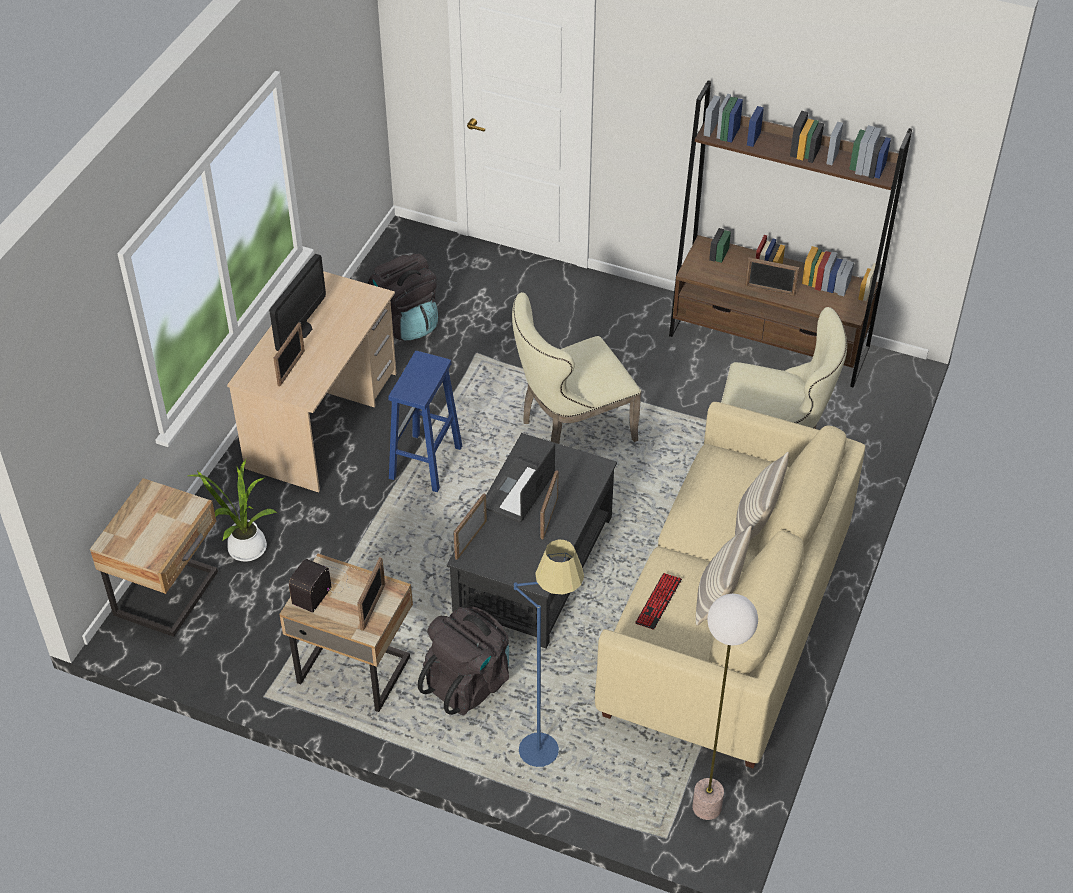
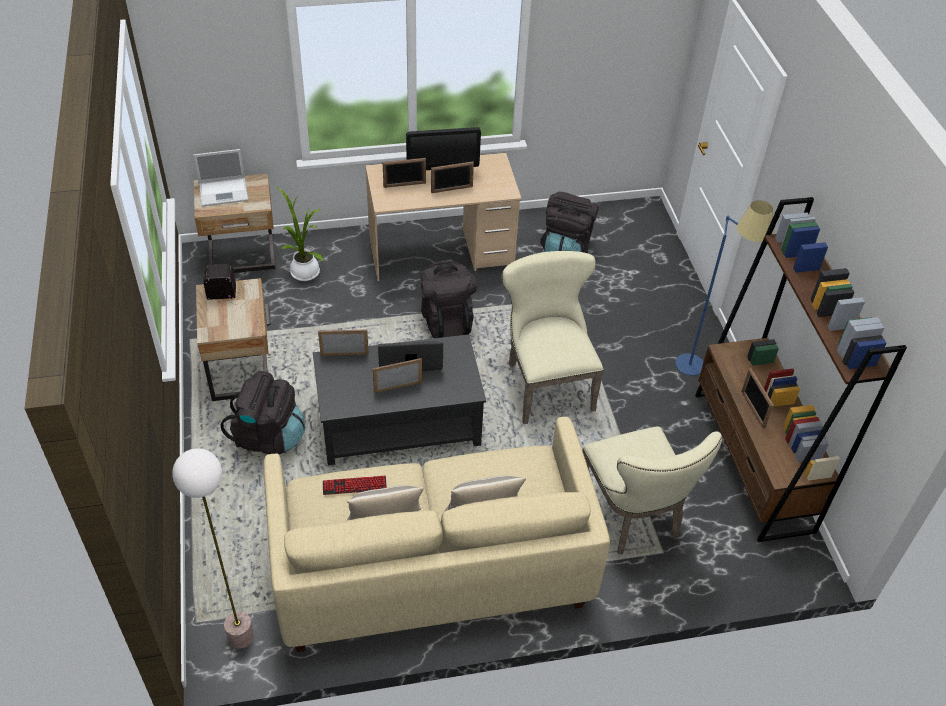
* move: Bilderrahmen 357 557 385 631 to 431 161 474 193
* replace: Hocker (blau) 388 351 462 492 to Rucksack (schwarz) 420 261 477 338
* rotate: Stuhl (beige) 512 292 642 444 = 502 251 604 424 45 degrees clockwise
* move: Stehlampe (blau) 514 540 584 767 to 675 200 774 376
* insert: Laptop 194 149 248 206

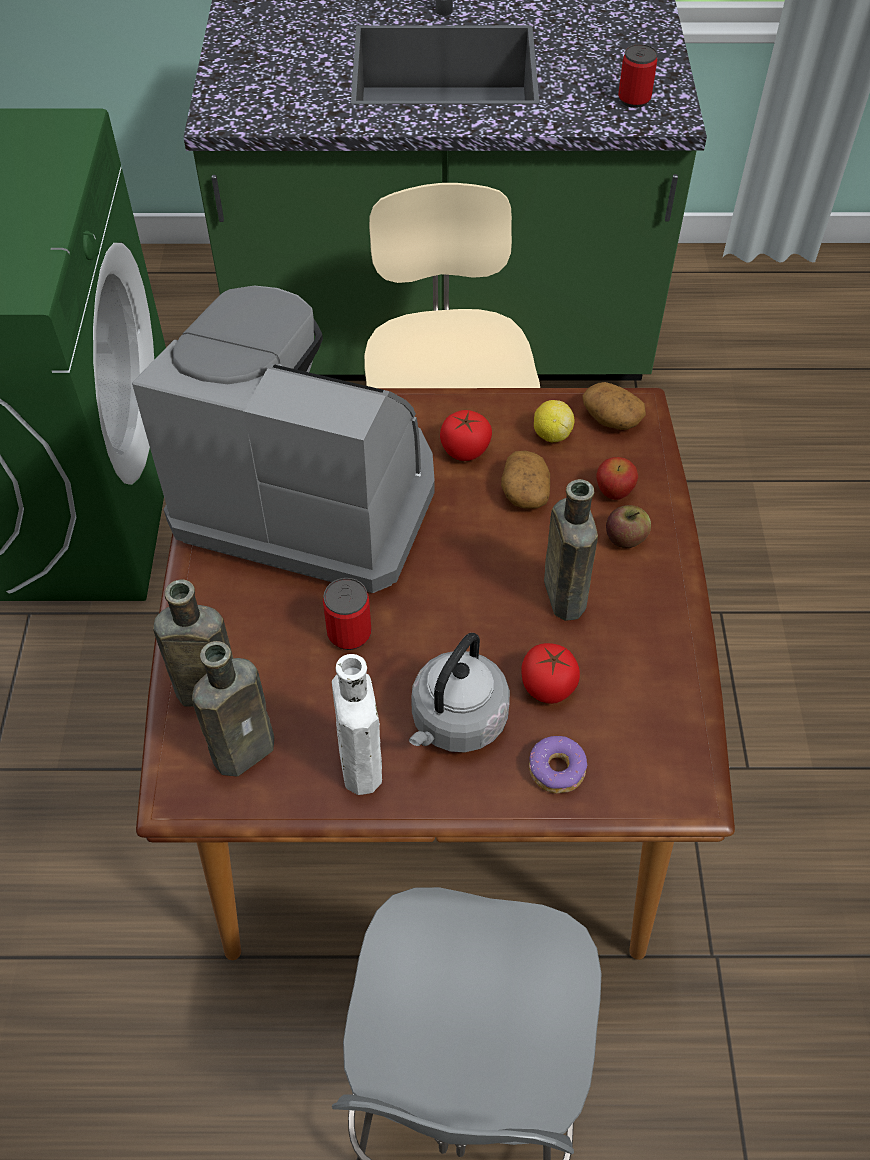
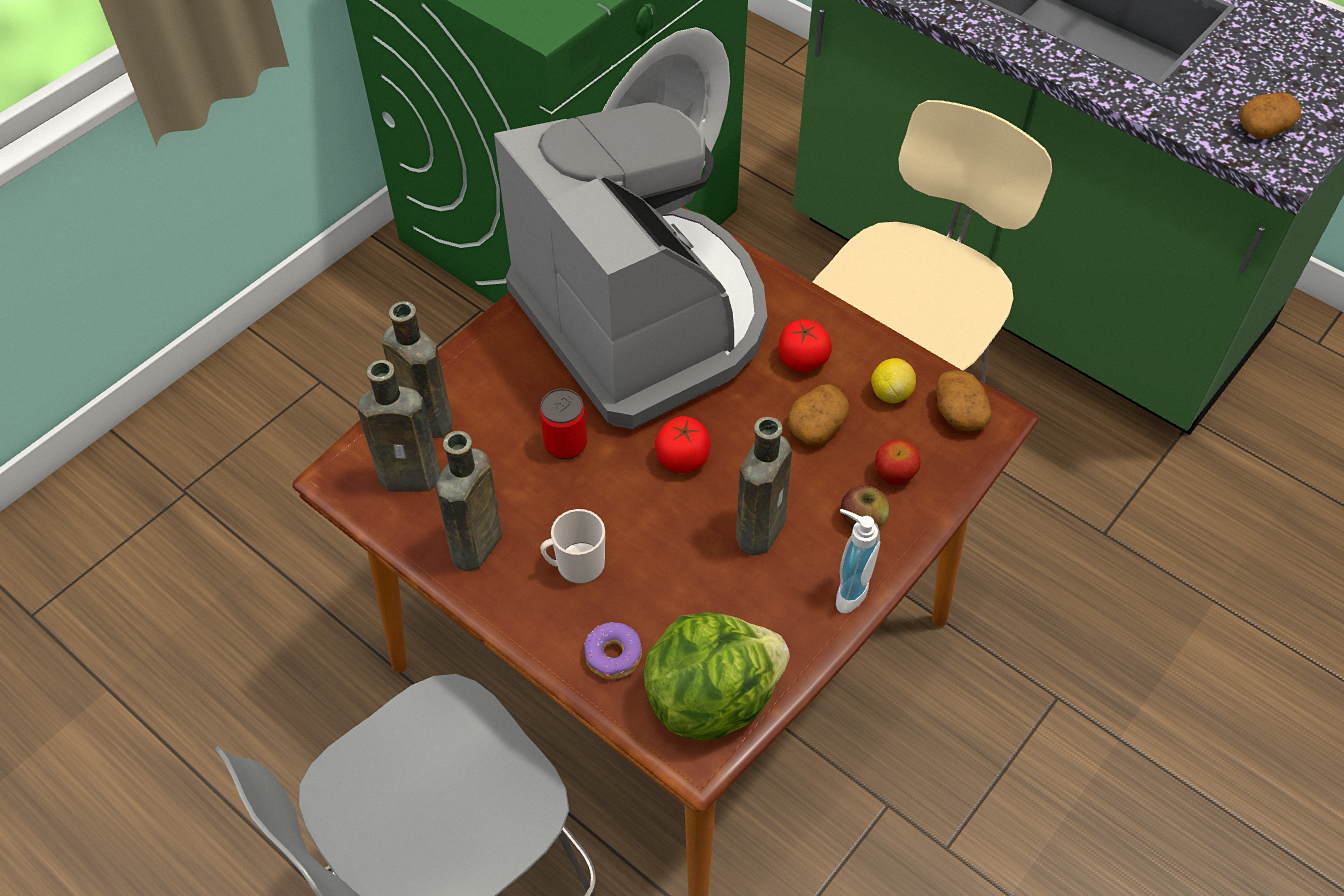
* recolor: Flasche (weiß) 332 654 382 795 to Flasche (braun) 435 431 502 571
* replace: Wasserkessel (grau) 409 633 510 752 to Henkelbecher 540 509 605 584
* move: Tomate 521 643 580 704 to 655 416 711 473
* replace: Dose 618 44 657 108 to Kartoffel 1239 92 1301 139
* insert: Salatkopf 643 612 790 741
* insert: Seifenspender 836 509 880 614

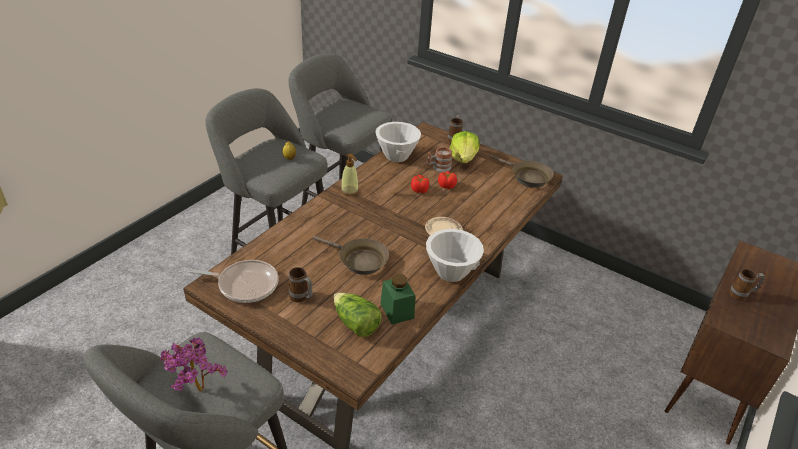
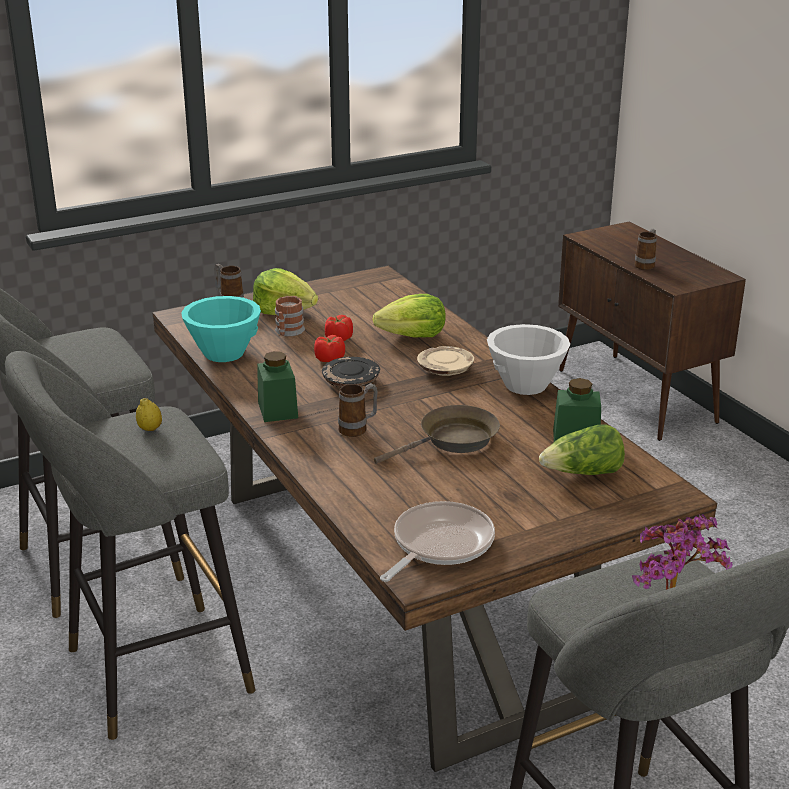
* move: Henkelbecher 289 267 312 302 to 338 383 378 437
* replace: Seifenspender 341 154 359 196 to Vorratsglas (grün) 257 351 298 422
* recolor: Schüssel (weiß) 375 122 421 162 to Schüssel (türkis) 181 296 261 362
* delete: Pfanne (braun) 489 155 553 188
* insert: Teller (schwarz) 322 357 380 387
* insert: Salatkopf 372 294 446 337

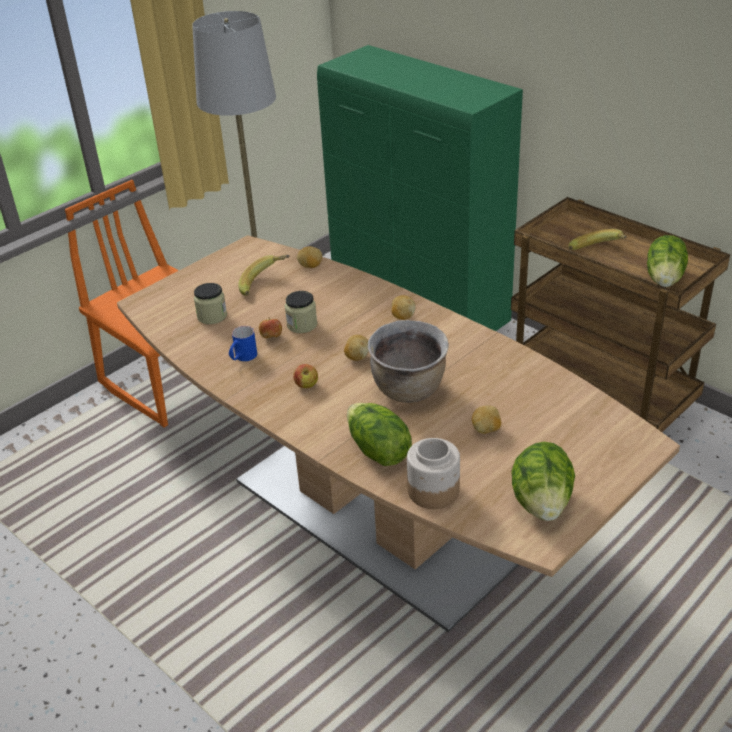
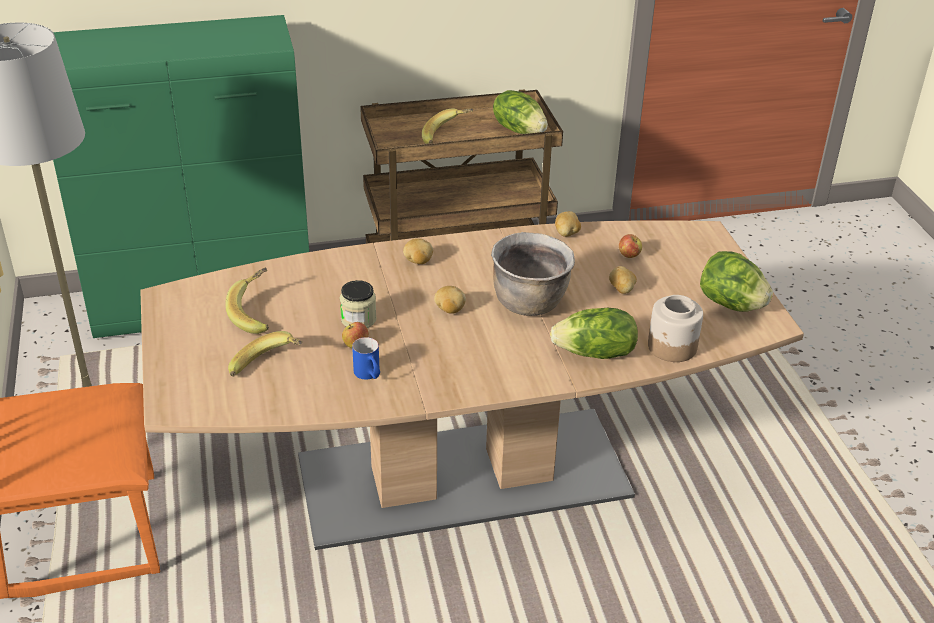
* replace: Vorratsglas 194 283 227 324 to Banane 228 331 302 377
* move: Apfel 293 364 318 388 to 619 234 642 258
* move: Kartoffel 297 246 322 268 to 555 211 581 237

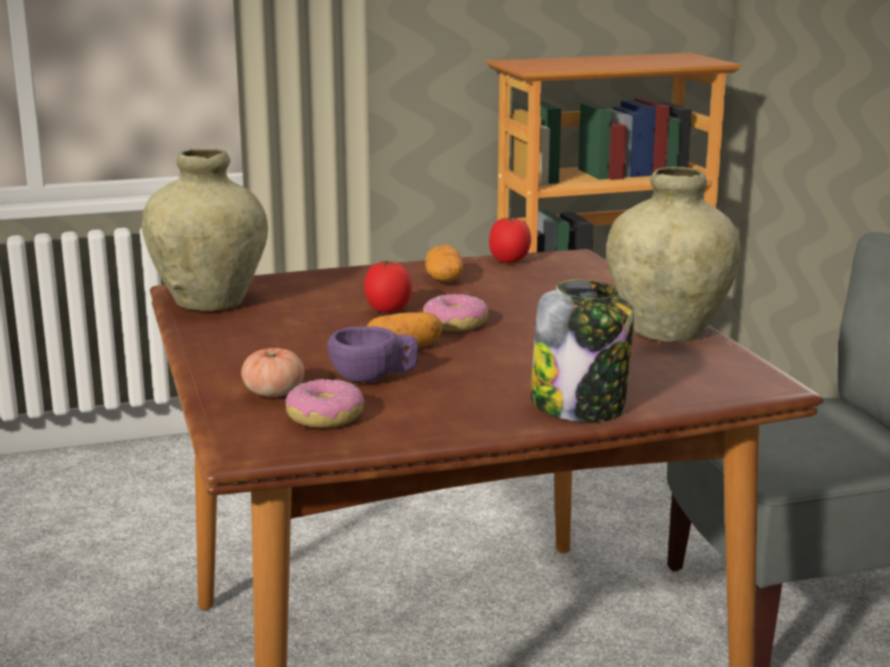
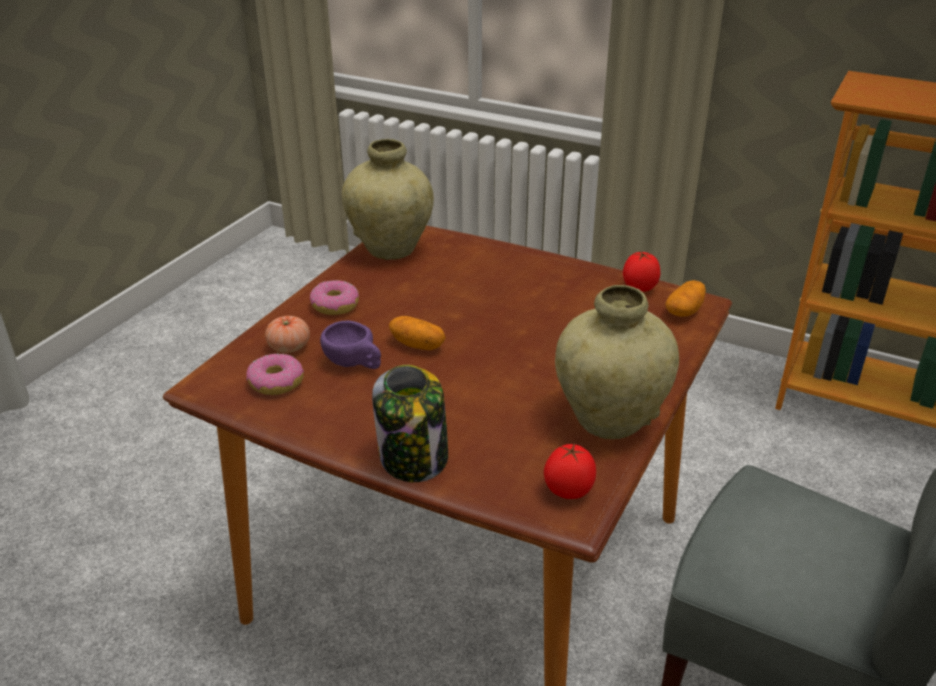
* move: Tomate 364 261 412 313 to 544 442 596 499
* move: Donut 423 294 488 331 to 310 280 359 315
* move: Kartoffel 425 245 463 282 to 665 280 706 317

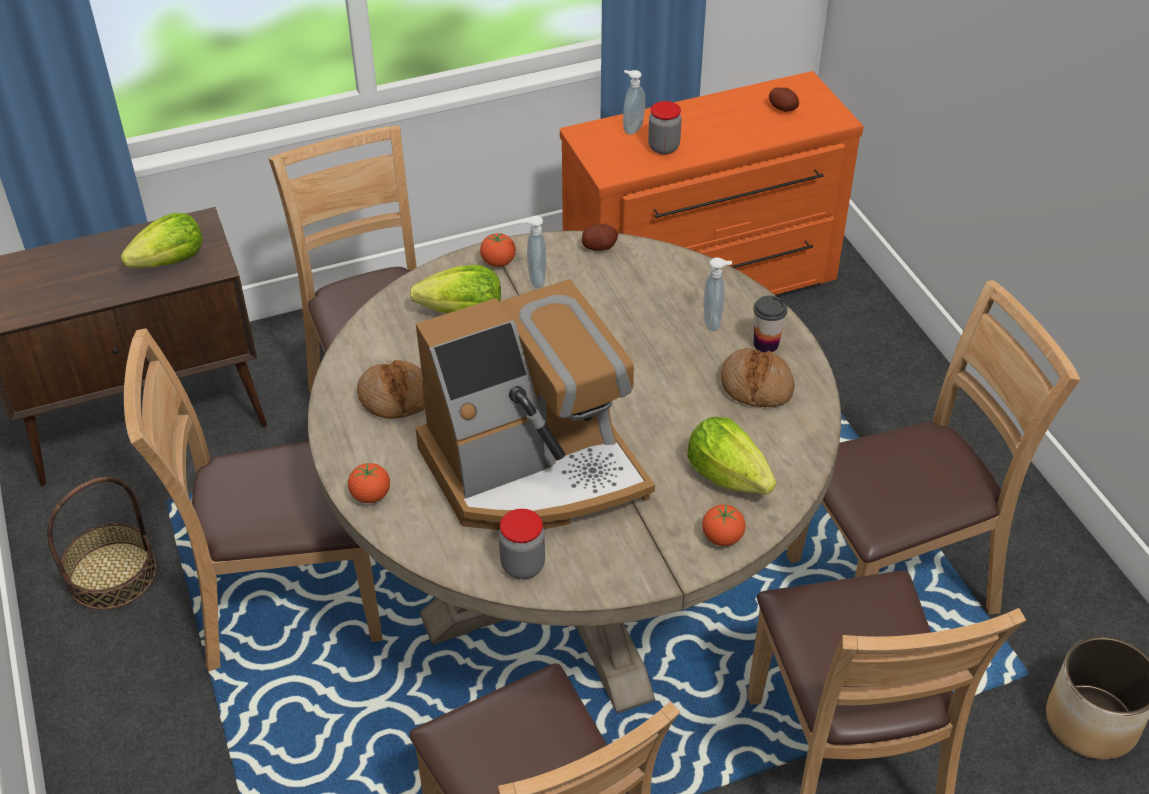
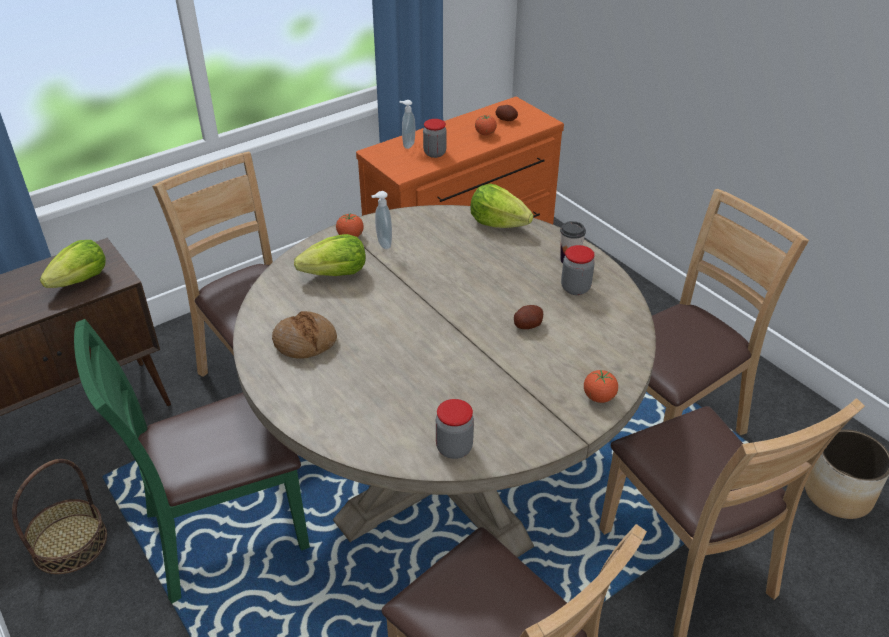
* recolor: Stuhl (braun) 124 328 383 672 to Stuhl (grün) 74 319 310 604
* move: Tomate 348 463 390 503 to 475 115 497 135
* delete: Kaffeemaschine 416 279 655 530
* move: Kartoffel 582 224 618 251 to 514 305 543 329
* move: Salatkopf 687 417 776 494 to 470 183 533 228
* delete: Seifenspender 704 257 732 331
* replace: Brot 721 348 794 407 to Vorratsglas 561 245 595 295

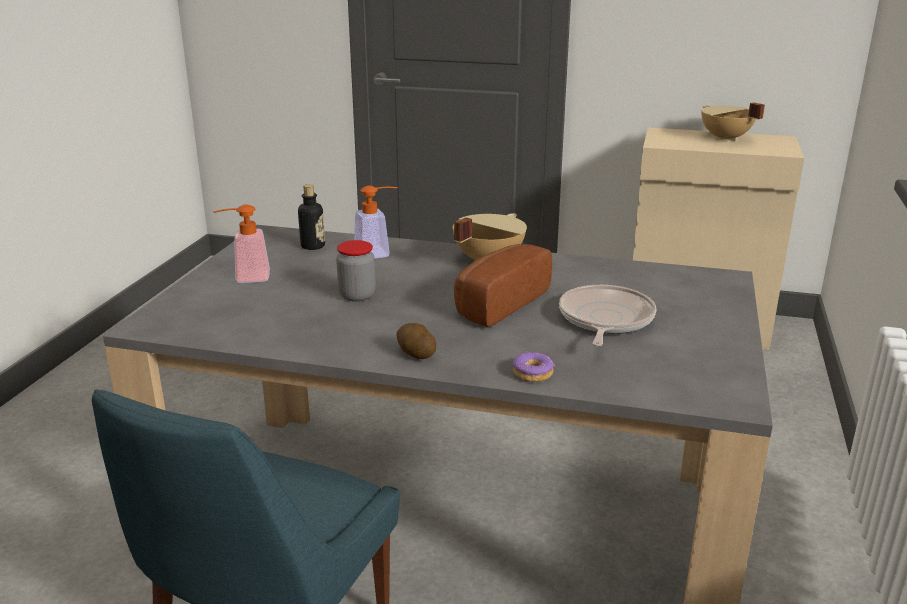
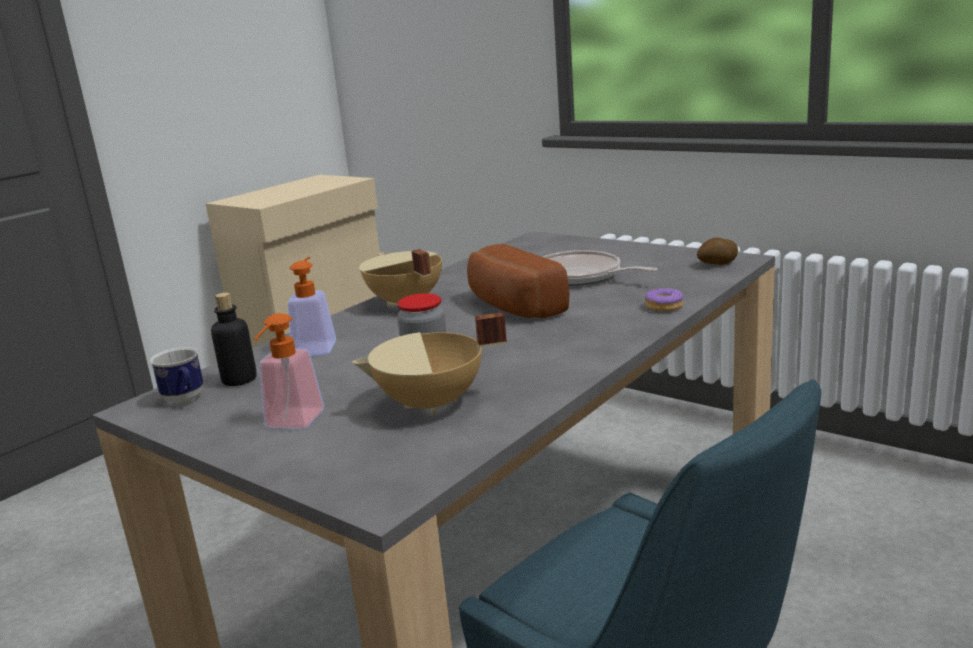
* move: Kartoffel 396 323 436 359 to 697 237 738 265
* move: Kochtopf (beige) 701 102 765 141 to 352 312 507 416
* insert: Henkelbecher 150 347 204 404

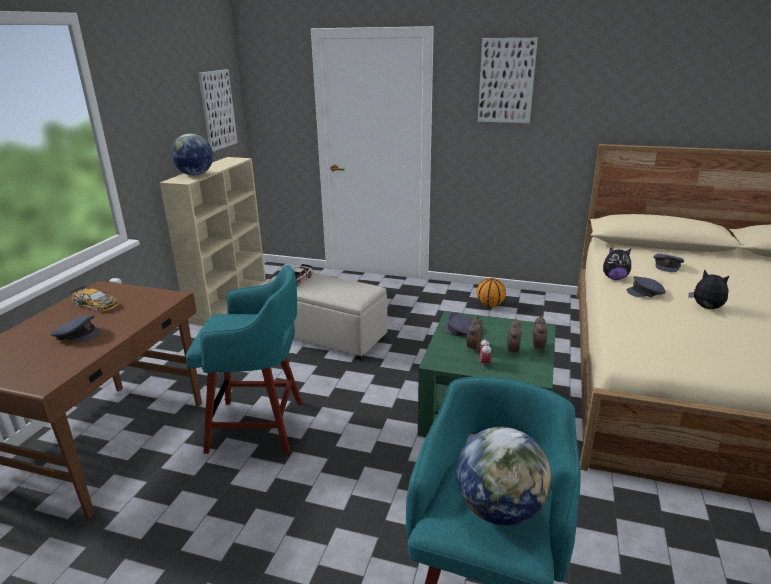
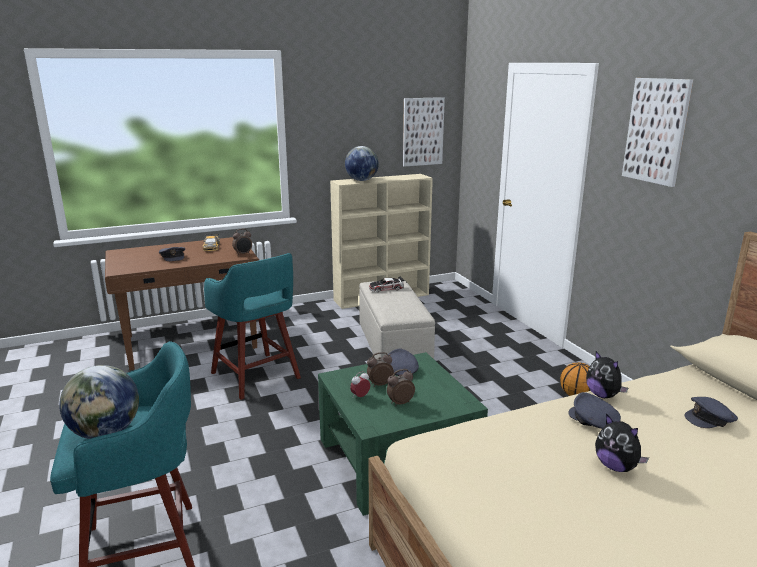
* move: Wecker 532 315 547 352 to 232 229 252 256
* rotate: Plüschtier 689 269 730 309 = 595 414 649 472 135 degrees clockwise

